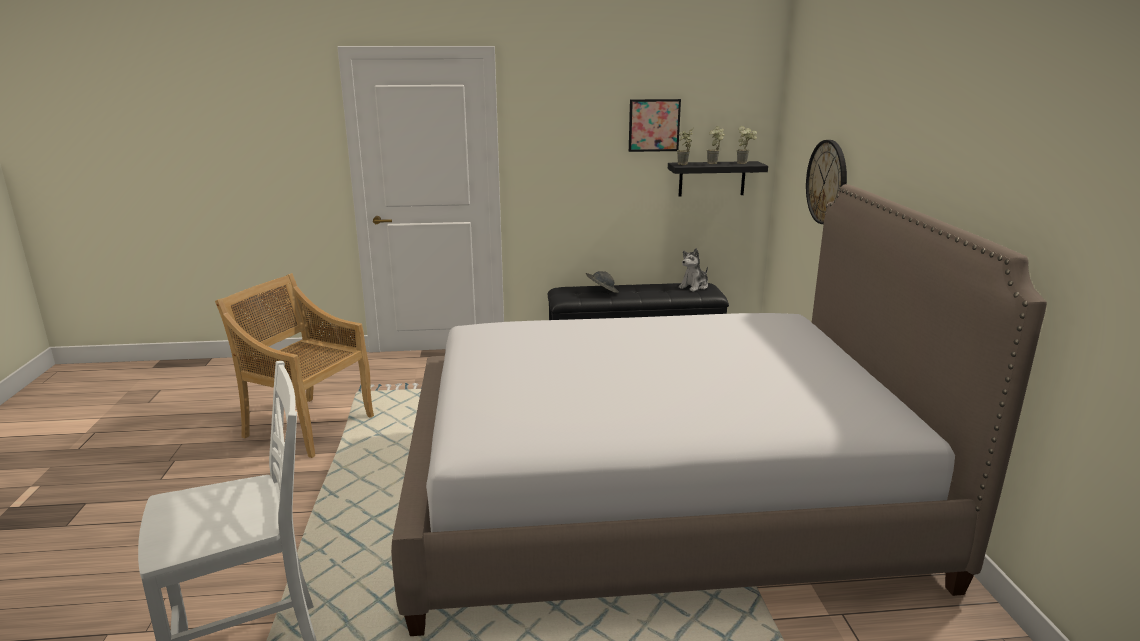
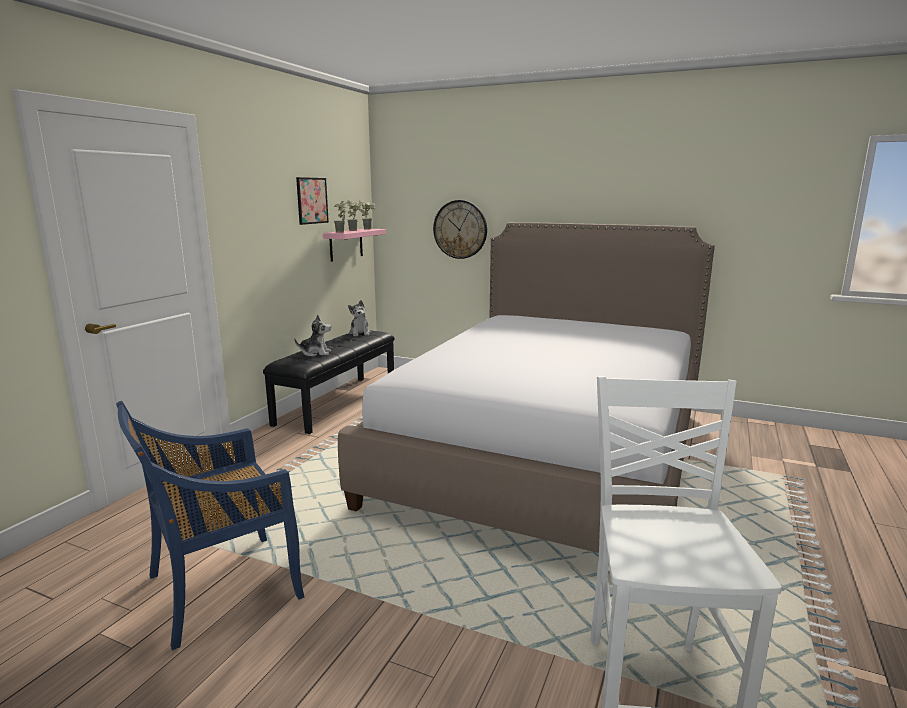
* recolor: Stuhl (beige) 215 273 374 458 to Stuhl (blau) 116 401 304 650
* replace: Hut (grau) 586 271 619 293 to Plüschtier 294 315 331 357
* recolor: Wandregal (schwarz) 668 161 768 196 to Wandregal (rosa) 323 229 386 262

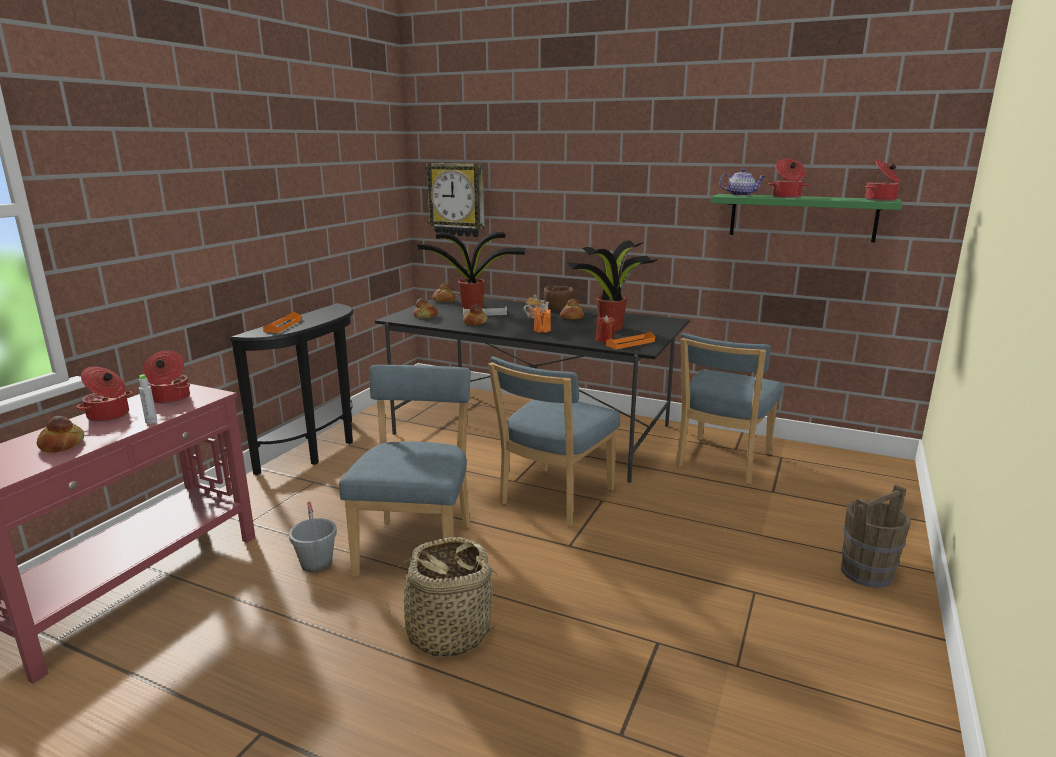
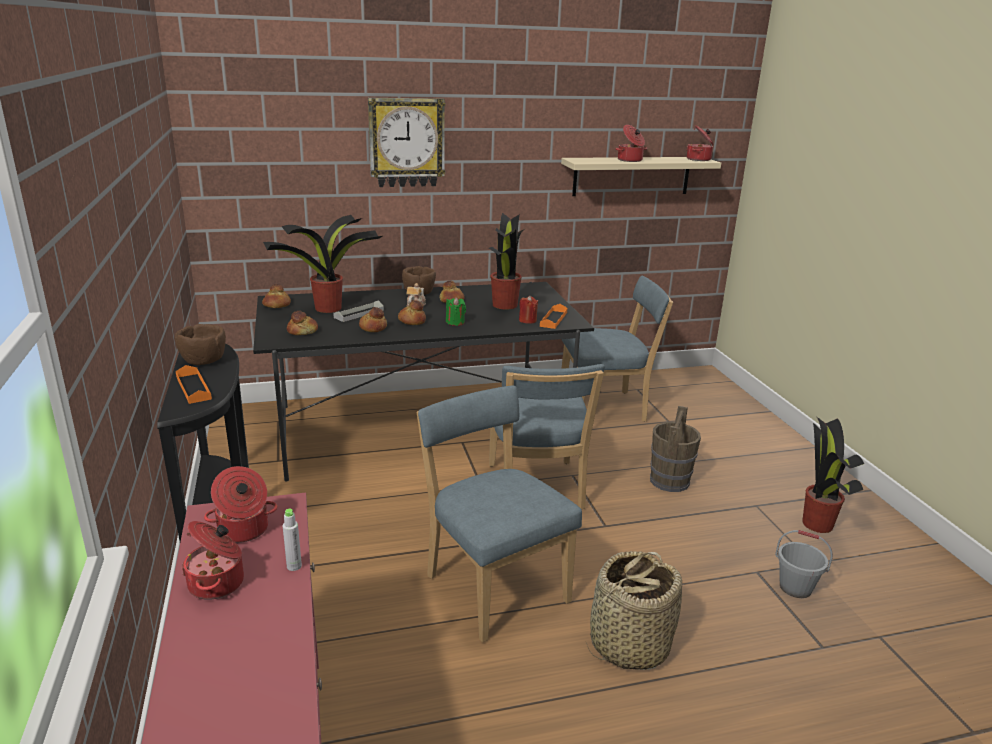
* move: Brot 37 416 84 452 to 398 301 426 325
* move: Eimer (grau) 289 501 337 572 to 775 530 833 598
* move: Wanduhr 425 163 485 237 to 368 98 445 187
* recolor: Kerze (orange) 534 307 551 333 to Kerze (grün) 446 297 466 326
* rotate: Stuhl (blau) 675 333 783 484 = 561 276 673 422 90 degrees counterclockwise
* recolor: Wandregal (grün) 711 194 902 242 to Wandregal (beige) 561 157 721 196
* delete: Teekanne 720 169 765 196
* move: Eimer (braun) 841 484 911 588 to 650 406 701 492
* insert: Schüssel (braun) 175 324 226 365
* insert: Topfpflanze 802 416 864 533

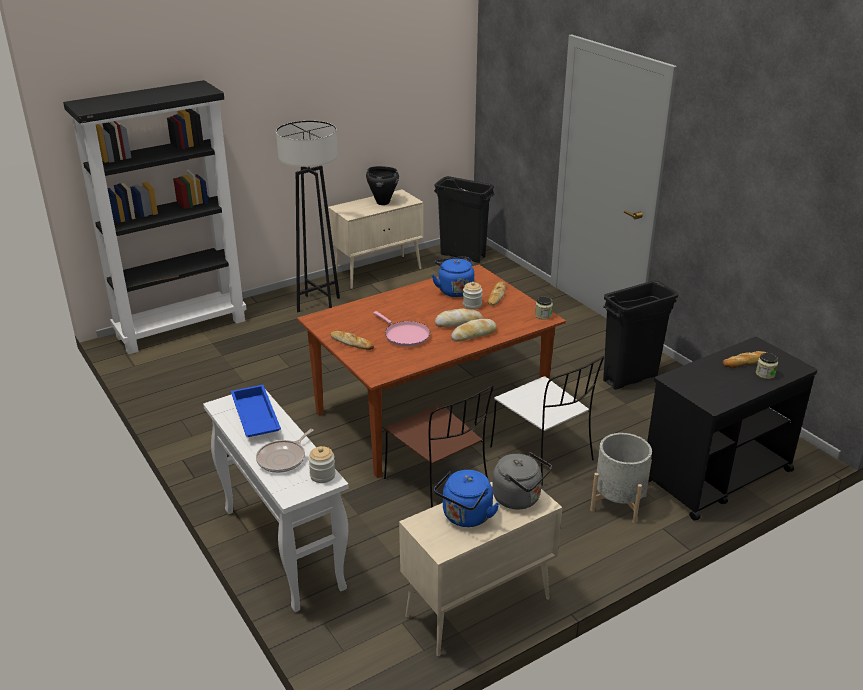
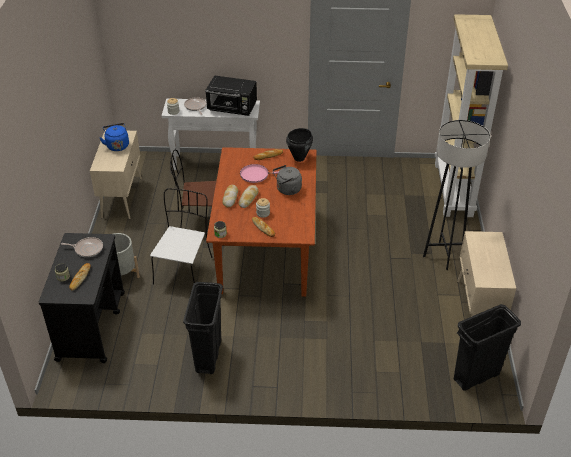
* recolor: Bücherregal (schwarz) 63 80 247 354 to Bücherregal (beige) 435 14 508 217
* replace: Tablett (blau) 231 385 281 437 to Mikrowelle (schwarz) 205 75 257 116
* move: Kochtopf (schwarz) 366 166 399 205 to 286 128 313 162
* delete: Wasserkessel (blau) 432 256 474 297
* rotate: Stuhl (weiß) 490 356 604 486 = 150 188 213 285 105 degrees clockwise
* move: Wasserkessel (grau) 492 452 552 509 to 273 165 302 195
* insert: Pfanne 61 237 103 257

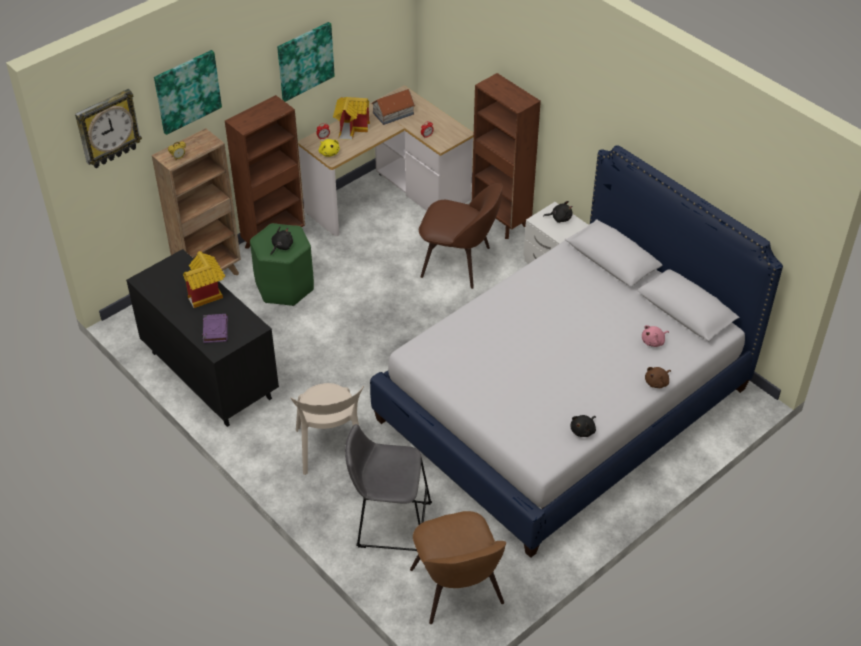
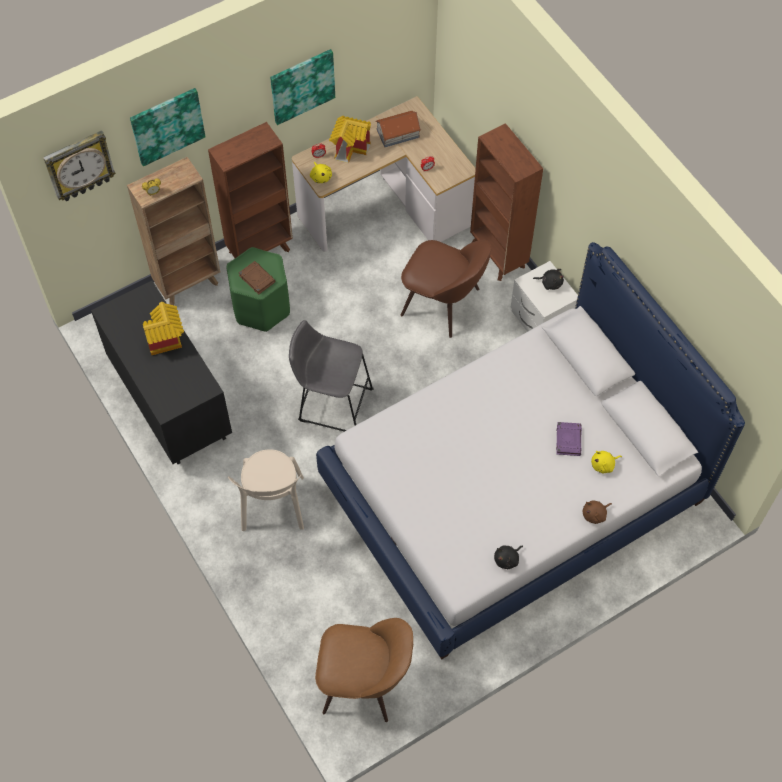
* move: Buch (lila) 202 314 228 343 to 556 422 582 456
* replace: Plüschtier (schwarz) 270 227 293 255 to Buch (braun) 239 261 276 295
* move: Hocker (grau) 345 424 432 551 to 289 320 374 432
* rotate: Stuhl (braun) 410 511 506 624 = 315 618 413 722 75 degrees counterclockwise
* recolor: Plüschtier (rosa) 642 325 669 347 to Plüschtier (gelb) 591 451 622 473

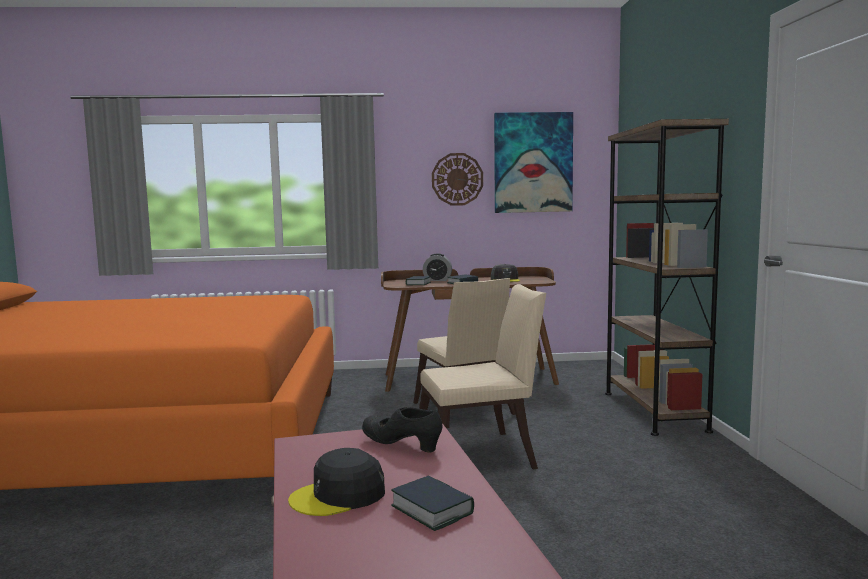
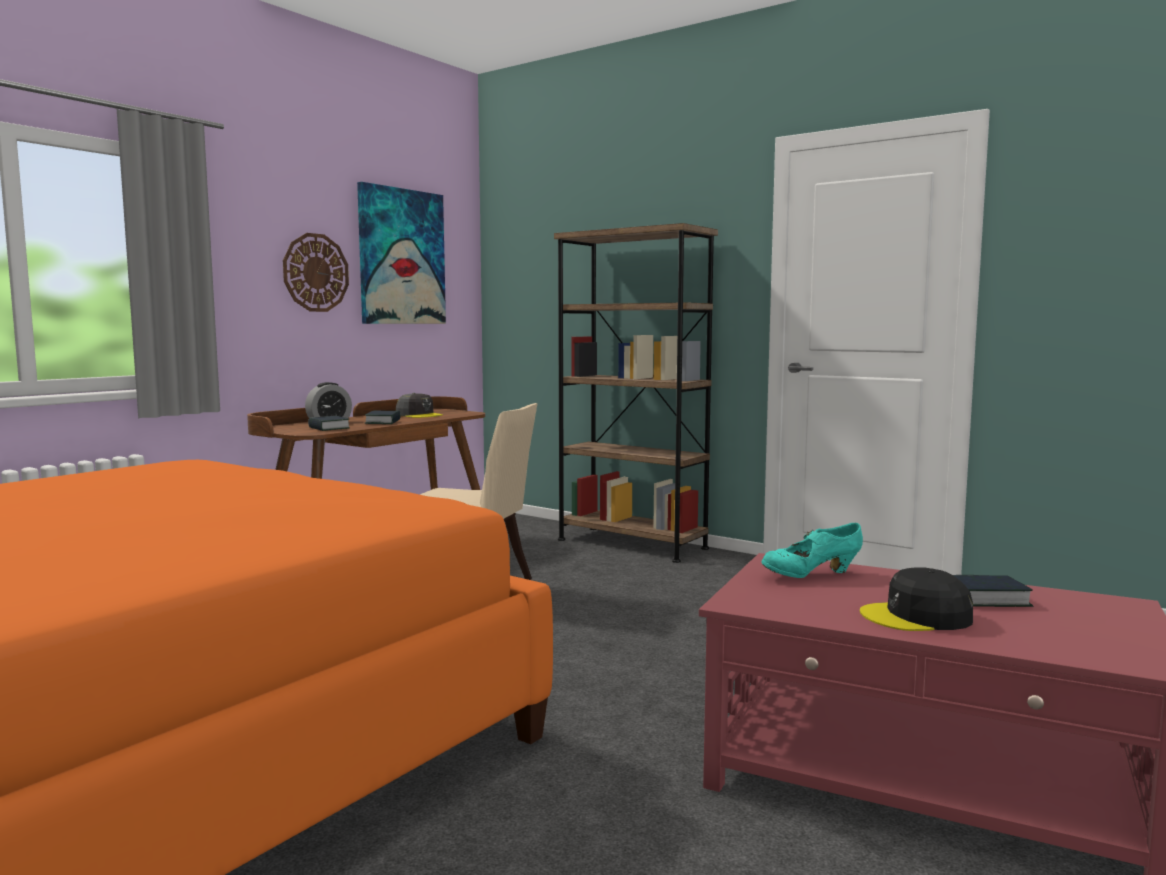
* rotate: Kappe (schwarz) 288 448 385 516 = 860 567 973 631 75 degrees clockwise
* recolor: Schuh (schwarz) 362 407 442 452 to Schuh (türkis) 761 523 863 578
* delete: Stuhl (beige) 419 284 546 469

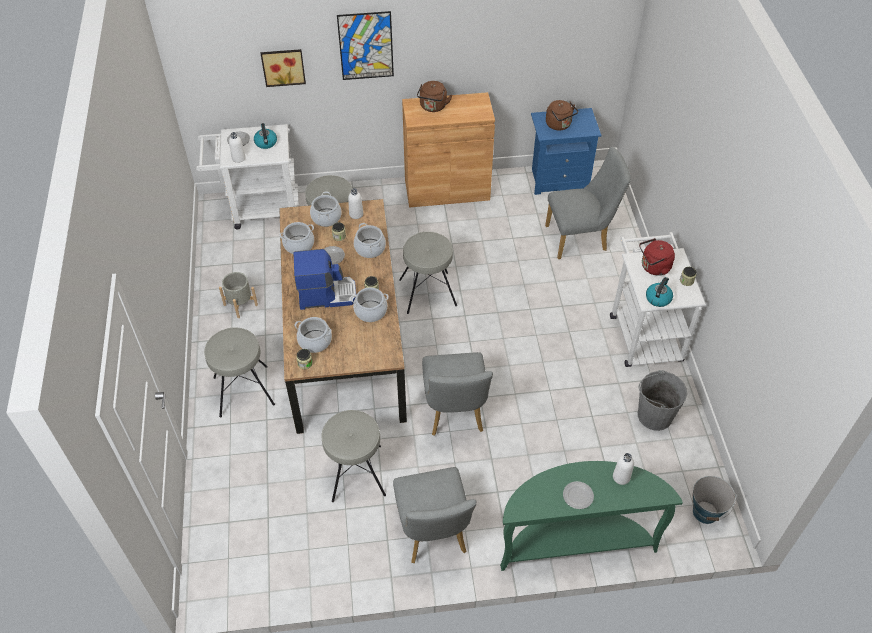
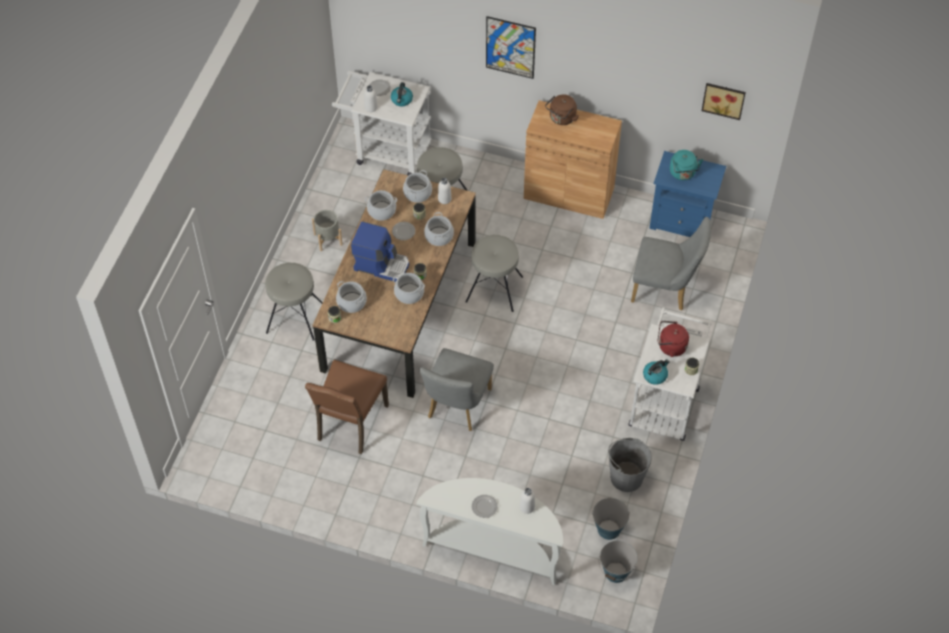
* move: Bild 261 49 306 87 to 702 83 746 120
* replace: Hocker (grau) 321 410 386 502 to Stuhl (braun) 305 360 389 454
* delete: Stuhl (grau) 393 467 476 563
* recolor: Konsolentisch (grün) 500 461 683 571 to Konsolentisch (weiß) 416 478 563 585
* recolor: Wasserkessel (braun) 546 100 578 130 to Wasserkessel (türkis) 670 150 703 180
* insert: Eimer 592 498 630 540

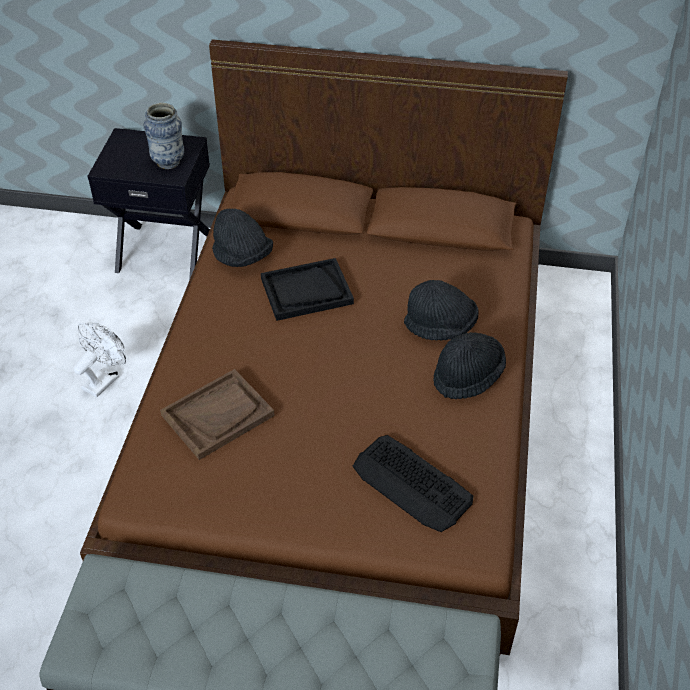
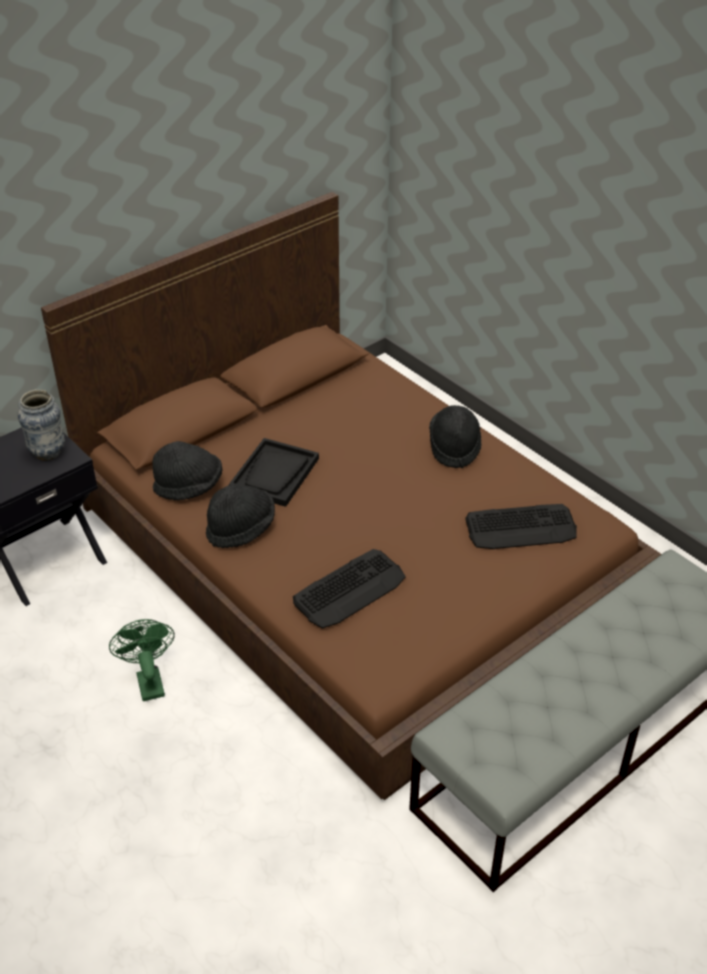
* recolor: Ventilator (weiß) 74 323 126 397 to Ventilator (grün) 109 619 175 701
* replace: Tablett (braun) 160 369 275 460 to Tastatur 293 549 406 628
* move: Hut (schwarz) 404 280 479 341 to 206 485 275 548

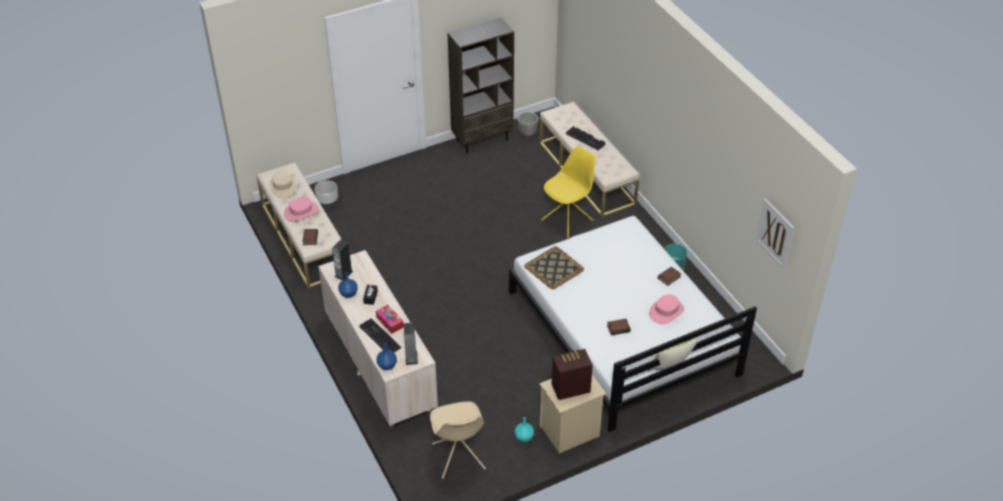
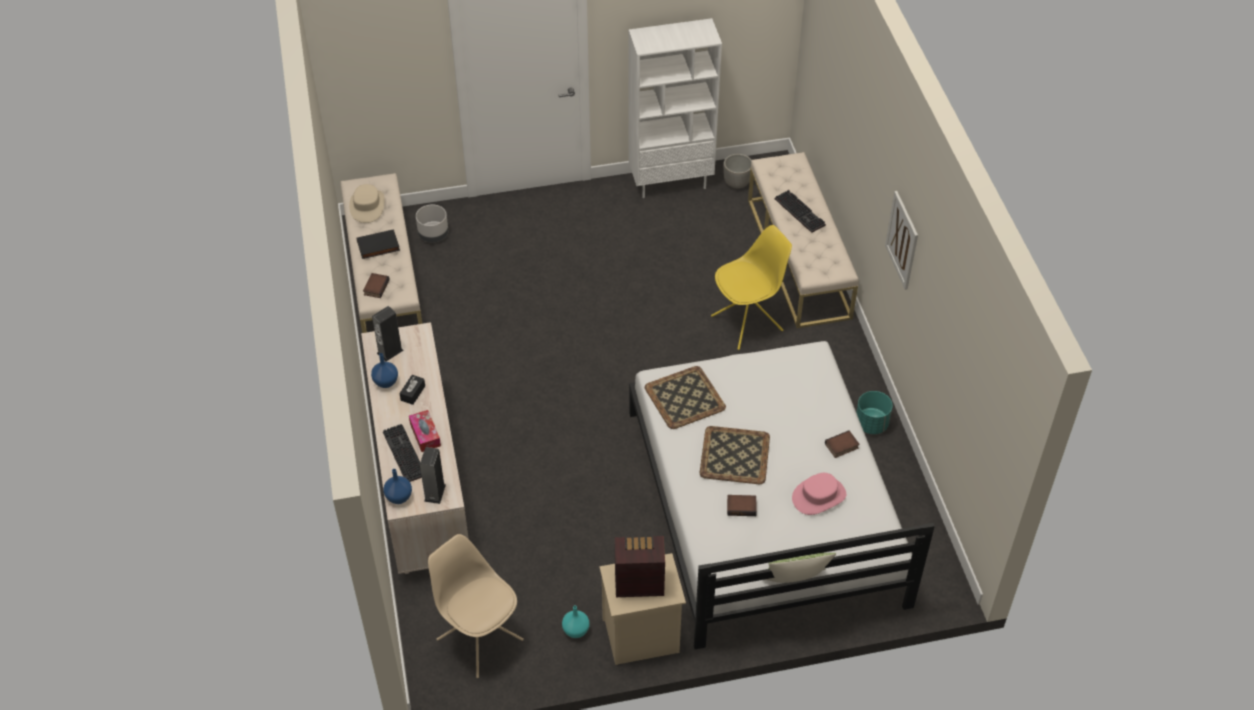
* replace: Hut (rosa) 284 197 319 221 to Buch (schwarz) 357 229 400 259
* rotate: Stuhl (beige) 430 401 486 479 = 428 534 524 678 135 degrees clockwise
* recolor: Bücherregal (braun) 447 17 514 154 to Bücherregal (weiß) 628 18 722 198
* move: Bild 755 199 794 269 to 885 191 918 290
* insert: Tablett 700 426 770 484

